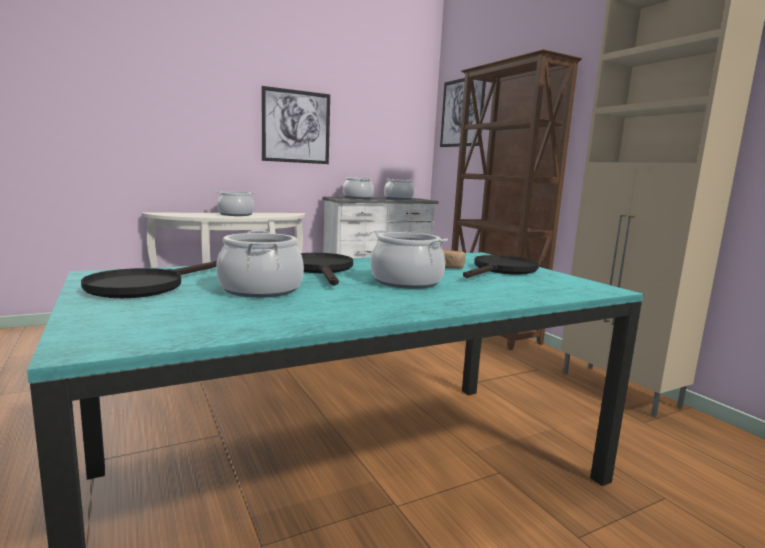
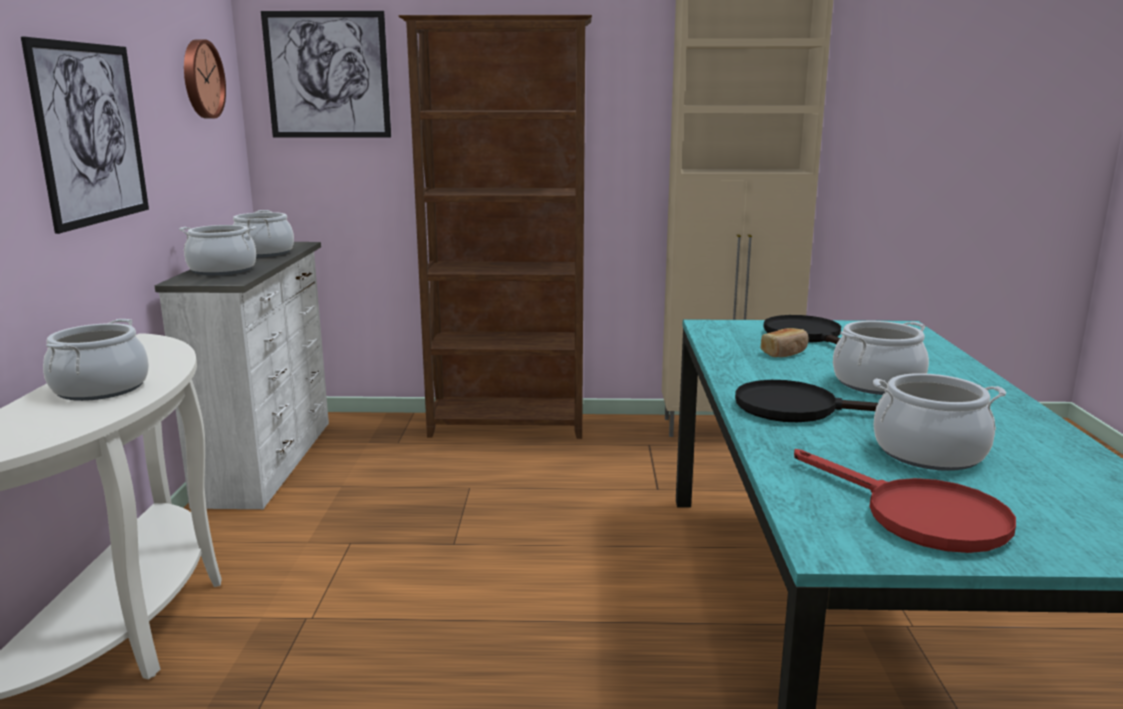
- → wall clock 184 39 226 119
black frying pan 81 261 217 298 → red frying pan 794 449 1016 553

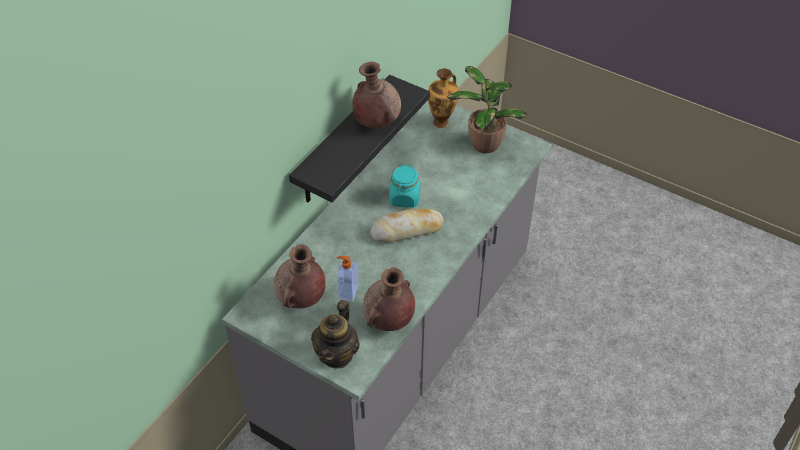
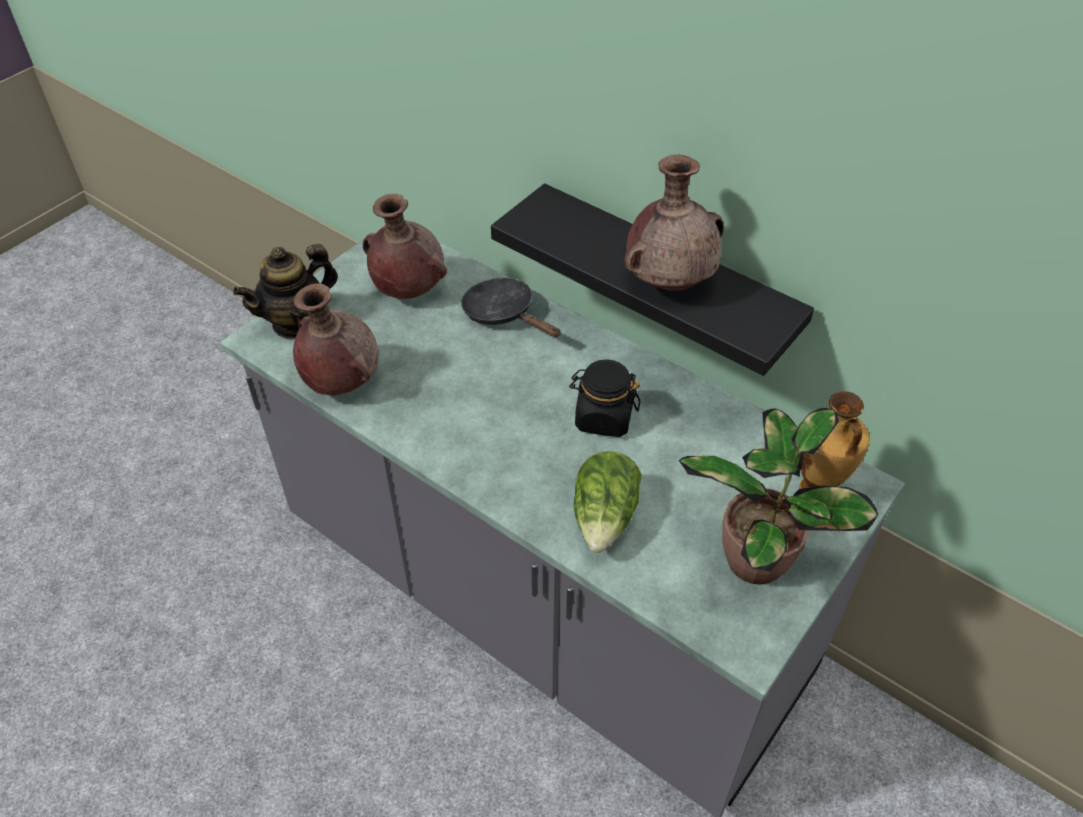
soap dispenser 337 256 358 302 → -
bread 370 209 443 242 → -
- → black frying pan 461 278 561 337
- → lettuce 574 451 642 553
turquoise jar 389 164 420 208 → black jar 569 359 640 437
teapot 311 300 360 369 → teapot 233 244 338 340, 60 degrees counterclockwise

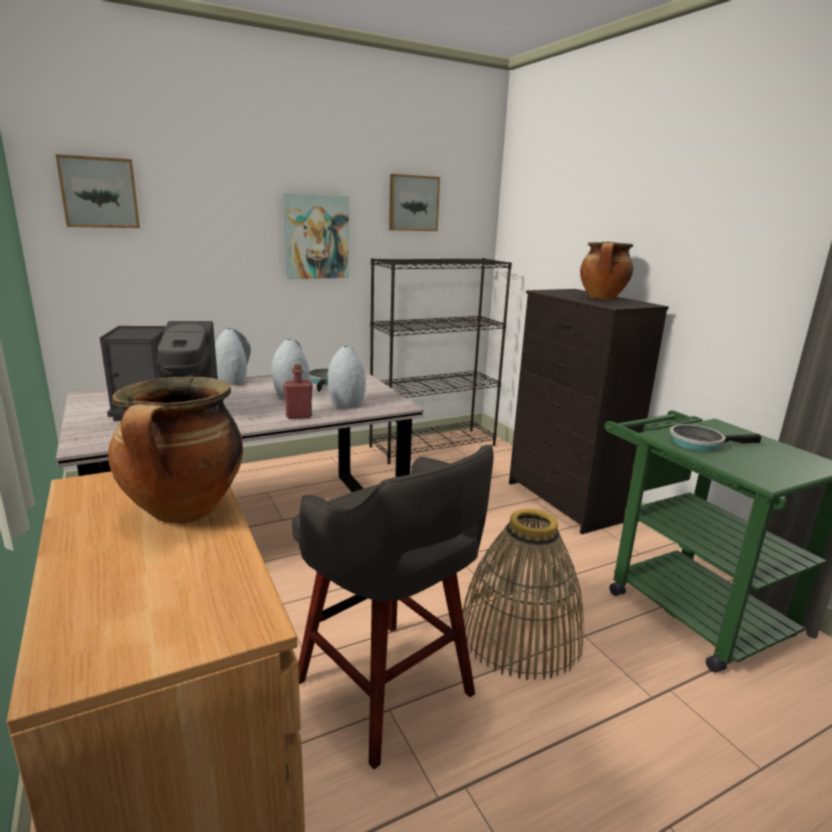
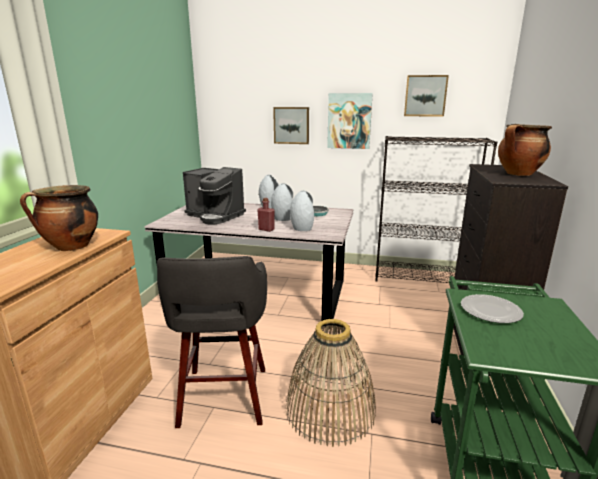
picture 55 154 140 228 → picture 273 107 309 144, relocated
frying pan 670 424 761 452 → plate 461 294 524 323

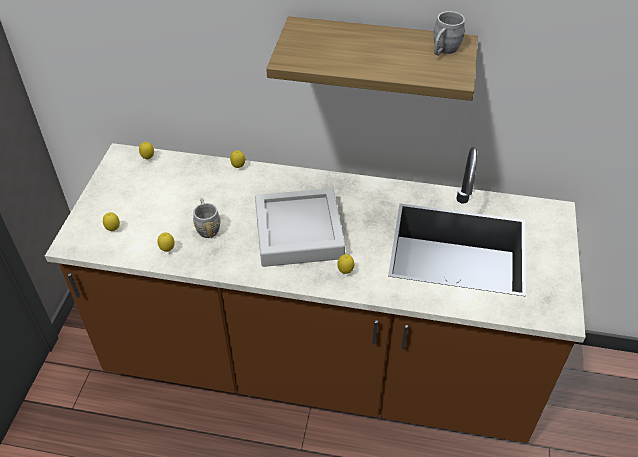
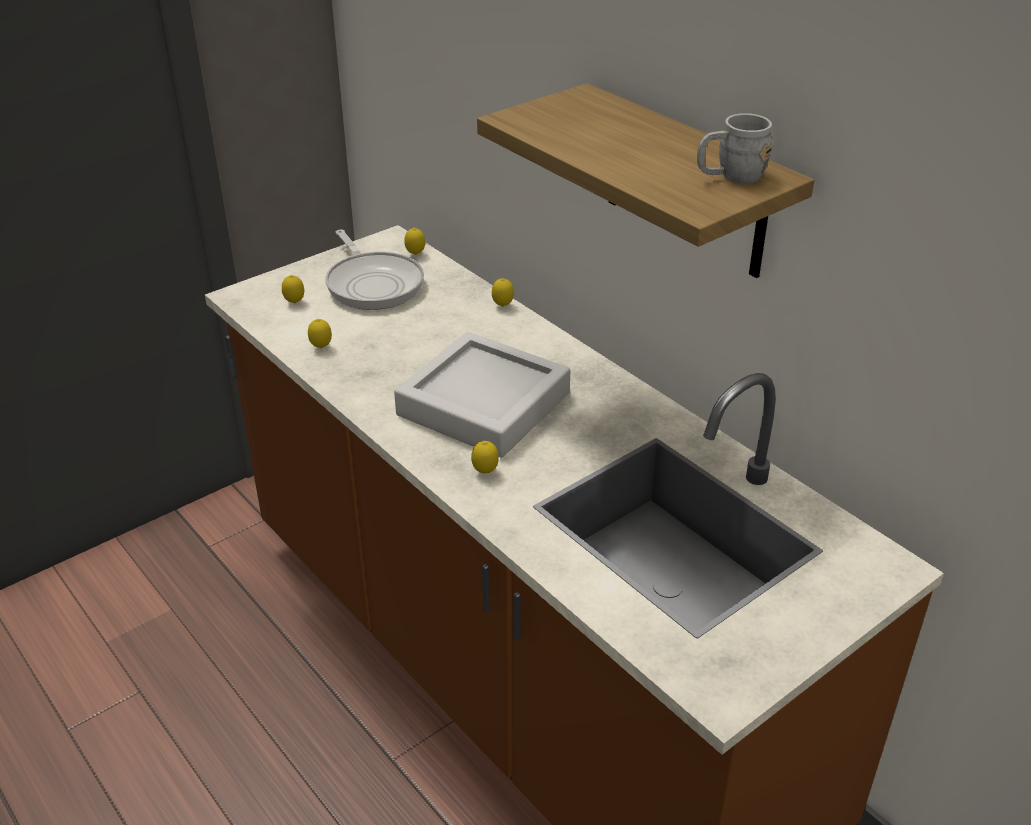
grey mug 193 198 220 238 → -
- → frying pan 325 229 424 310

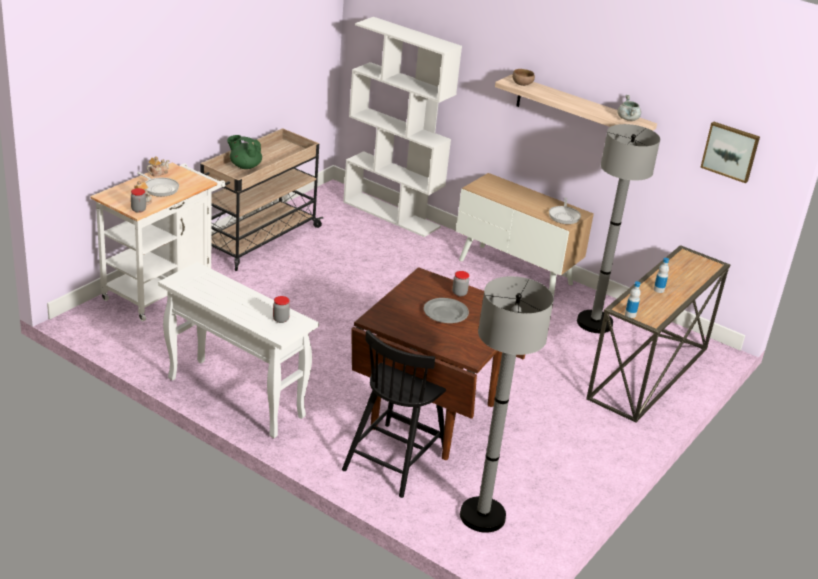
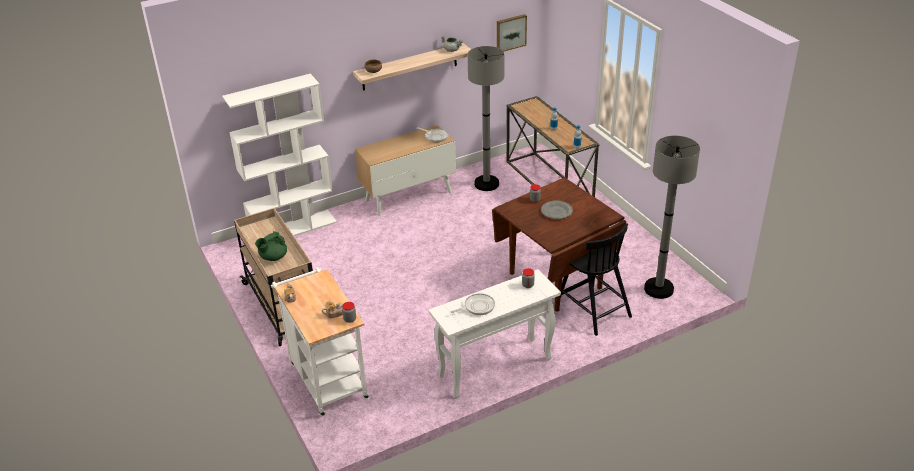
frying pan 137 172 179 197 → frying pan 451 293 495 315, relocated

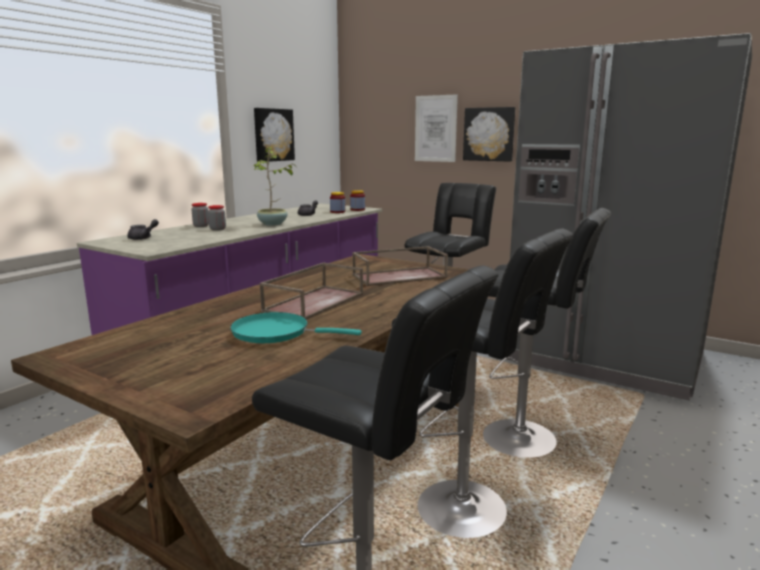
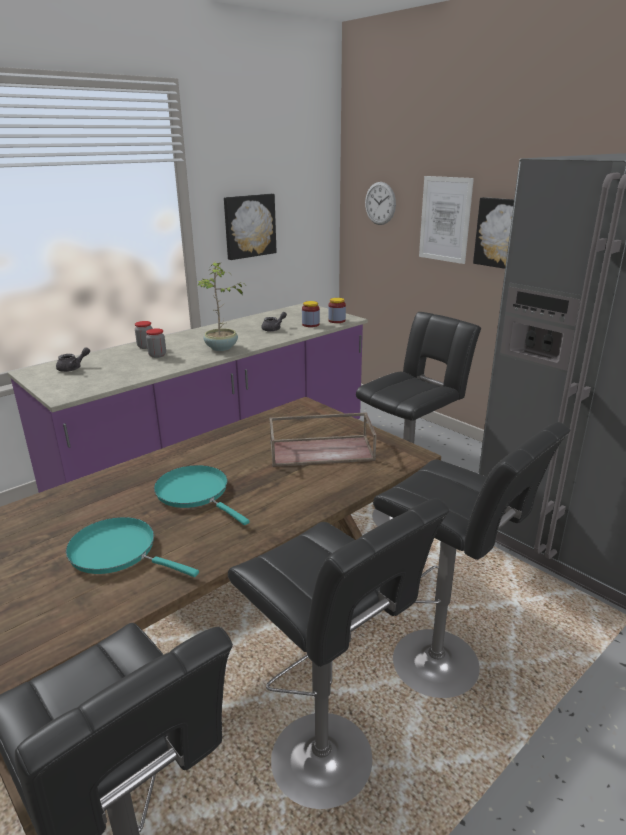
- → wall clock 365 182 396 225
brown tray 259 263 363 319 → turquoise frying pan 154 465 250 525

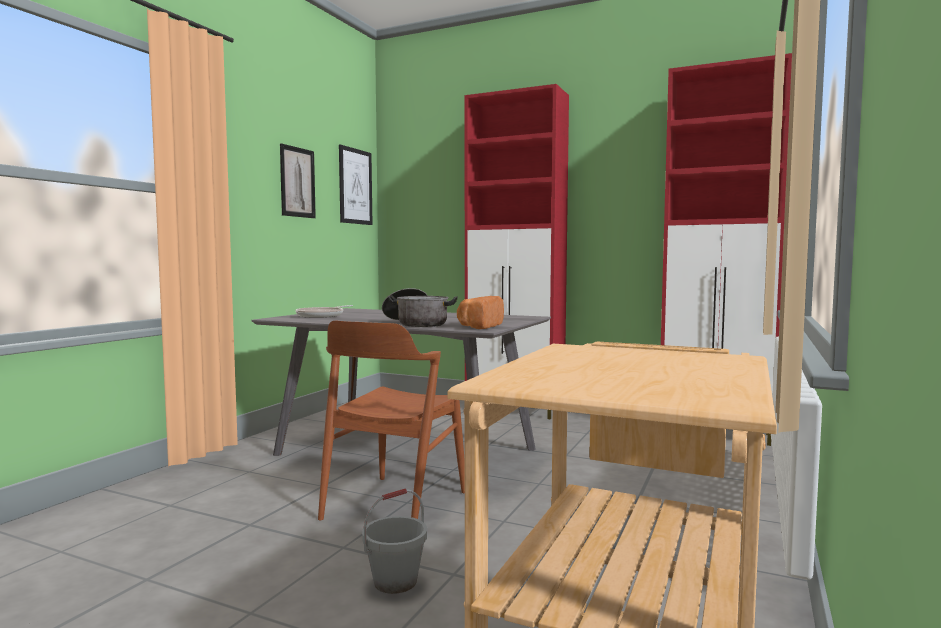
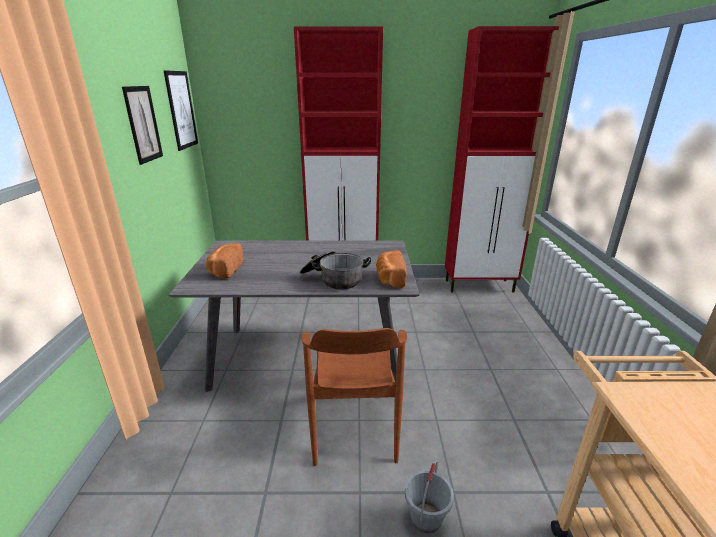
frying pan 296 305 353 318 → bread 205 243 244 278

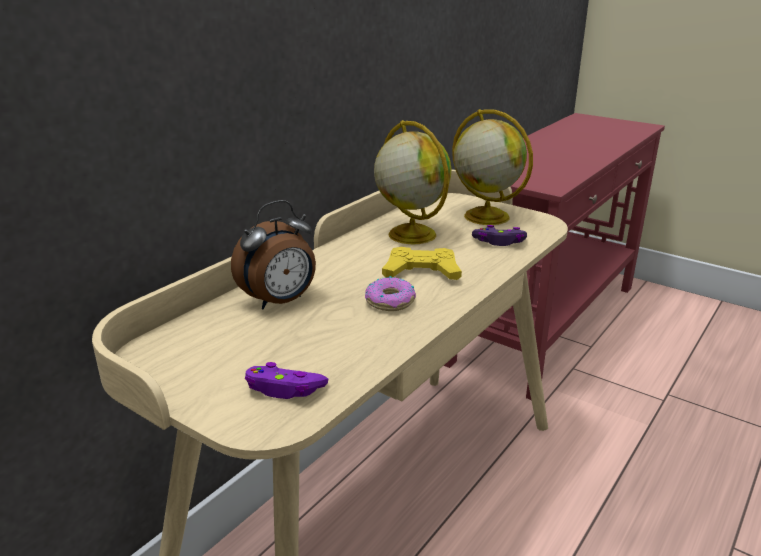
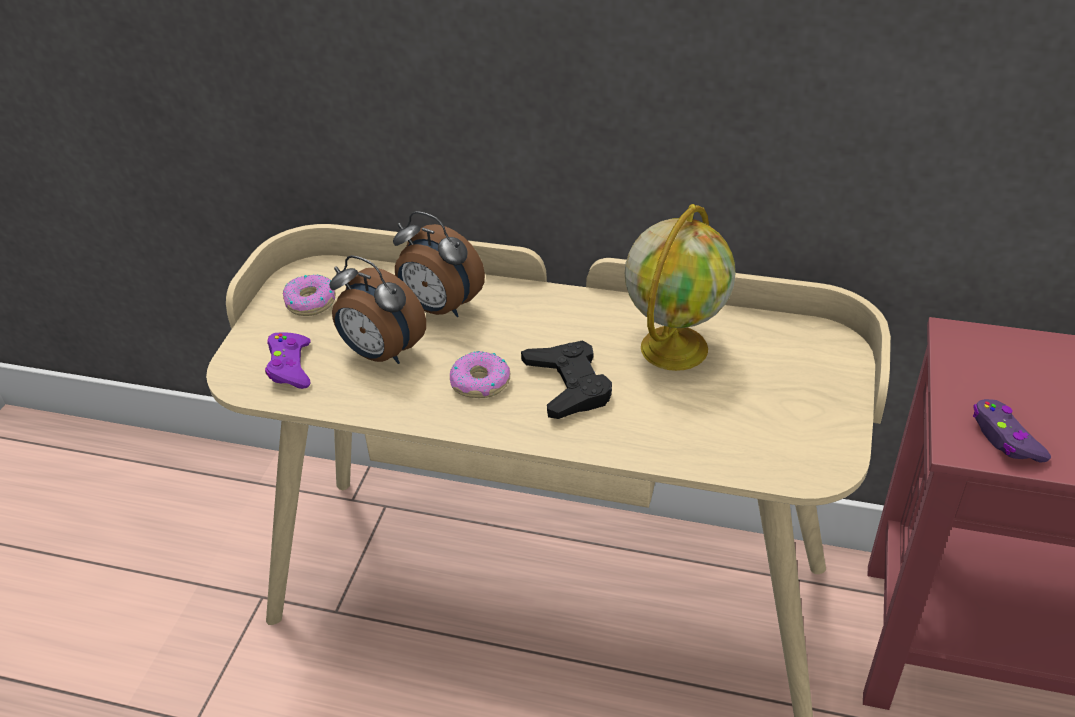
globe 452 109 533 225 → -
- → donut 283 275 336 316
- → alarm clock 329 255 426 364
purple game controller 472 225 527 246 → purple game controller 973 399 1051 463, relocated
yellow game controller 382 247 462 280 → black game controller 521 340 612 419

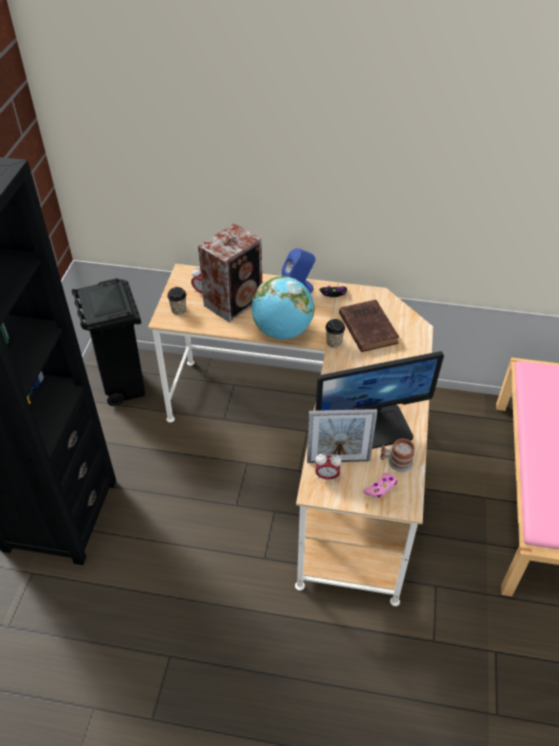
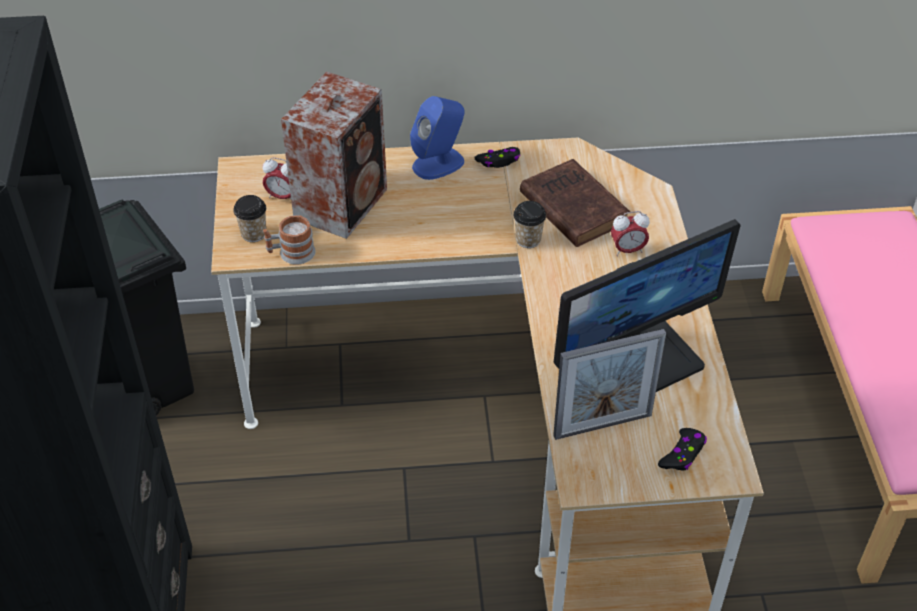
globe 251 276 314 339 → -
alarm clock 315 454 342 480 → alarm clock 611 211 650 256, relocated
mug 380 439 415 472 → mug 263 215 316 265, relocated
pink game controller 363 473 397 498 → black game controller 658 428 707 471

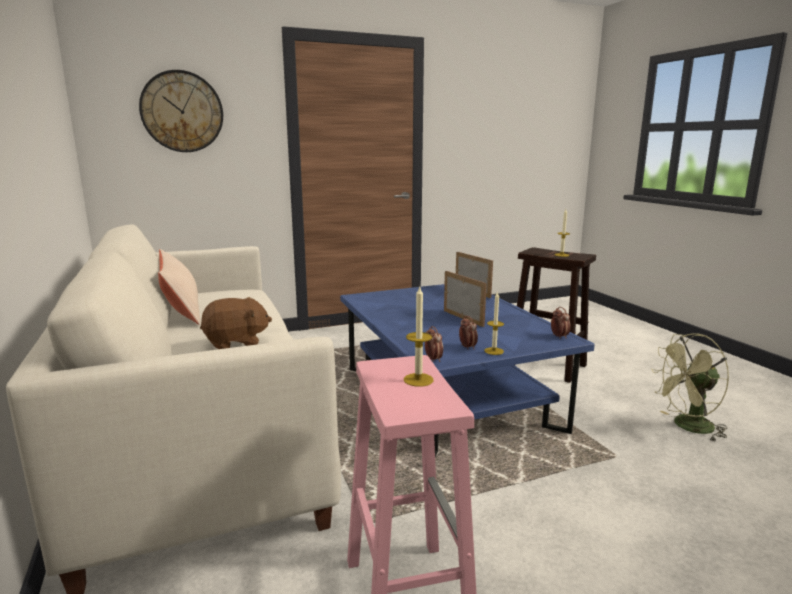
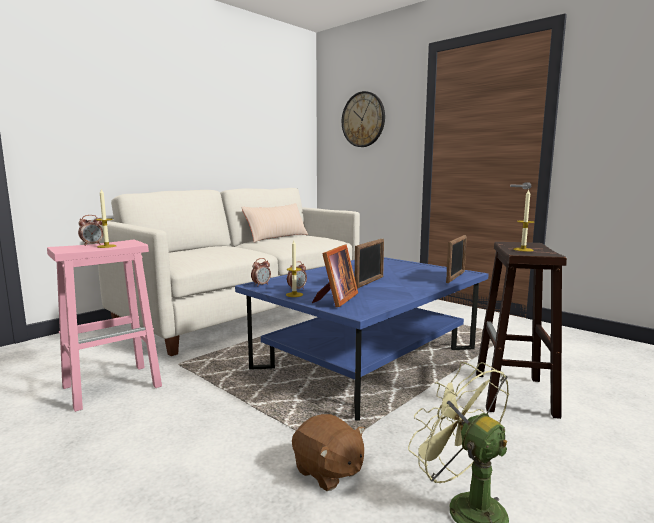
- → picture frame 312 244 358 307
brown plush toy 200 297 272 349 → brown plush toy 292 414 365 491, relocated
alarm clock 551 307 571 339 → alarm clock 78 215 103 246, relocated

